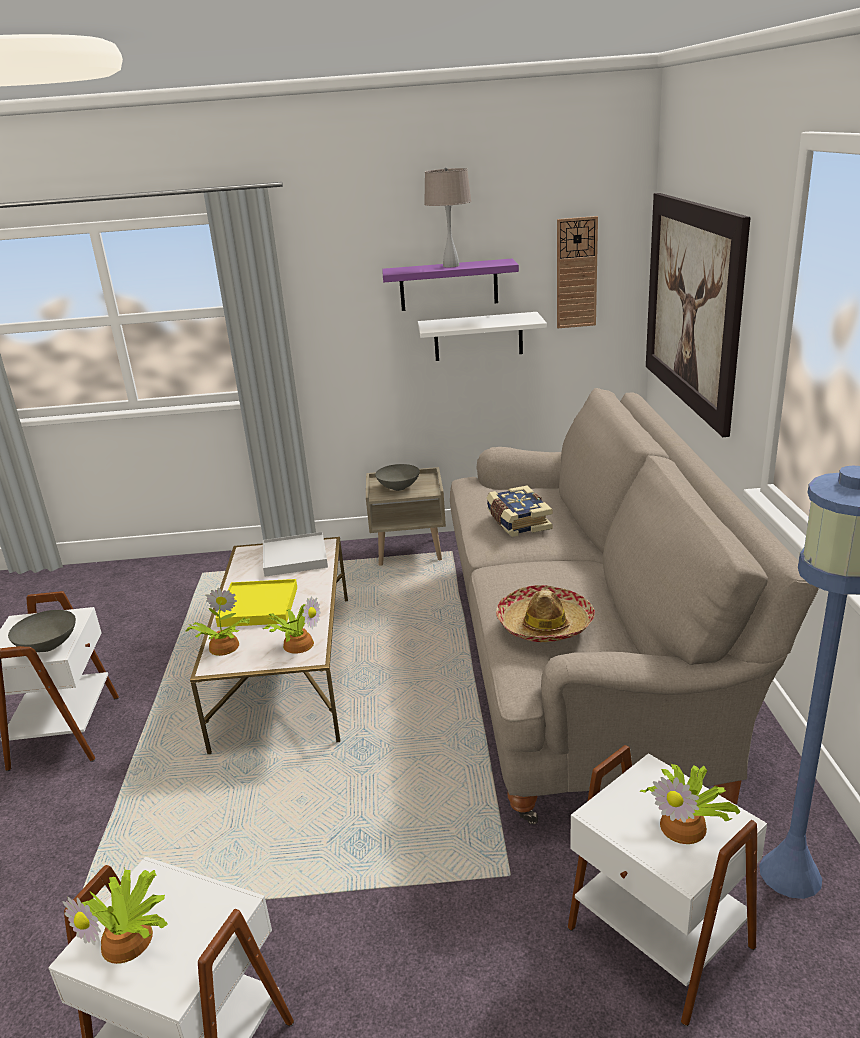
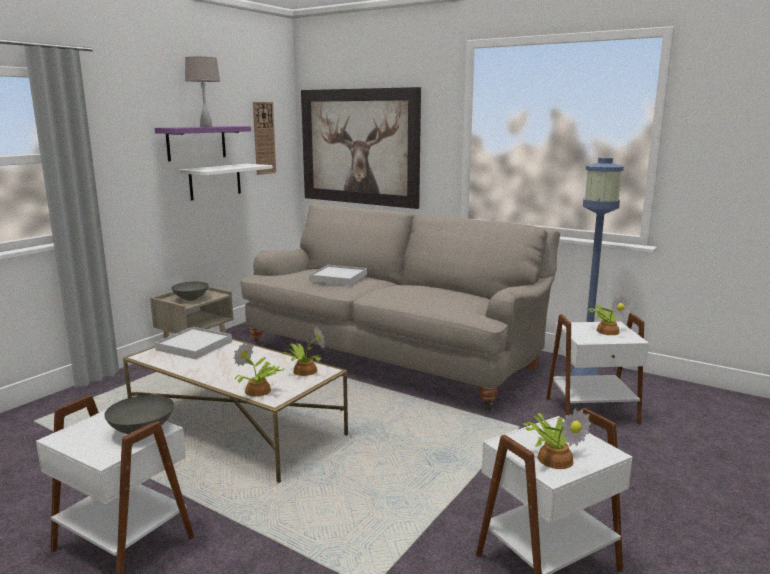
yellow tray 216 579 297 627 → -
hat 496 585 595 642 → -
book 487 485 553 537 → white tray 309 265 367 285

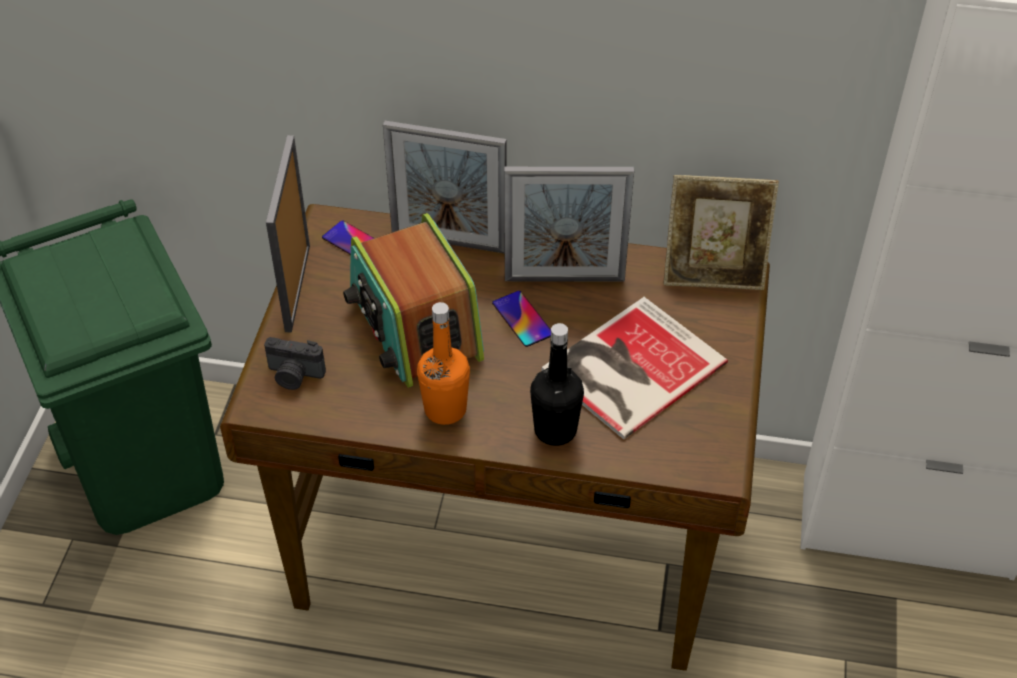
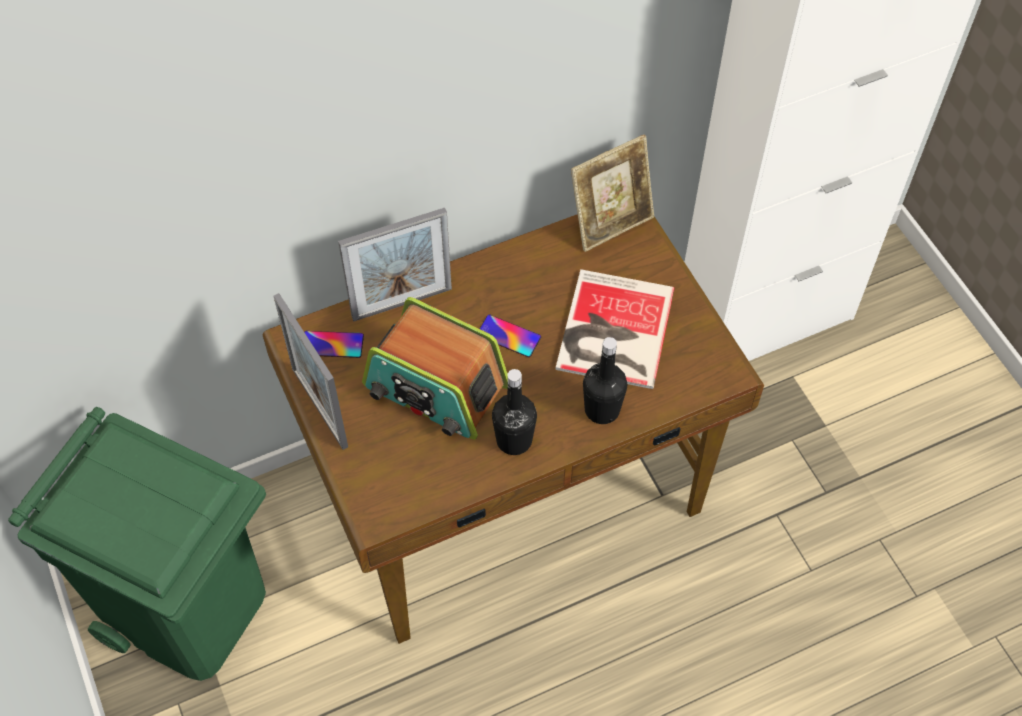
photo camera 264 337 326 390 → -
picture frame 504 167 634 282 → -
orange bottle 417 302 470 425 → black bottle 492 369 537 455

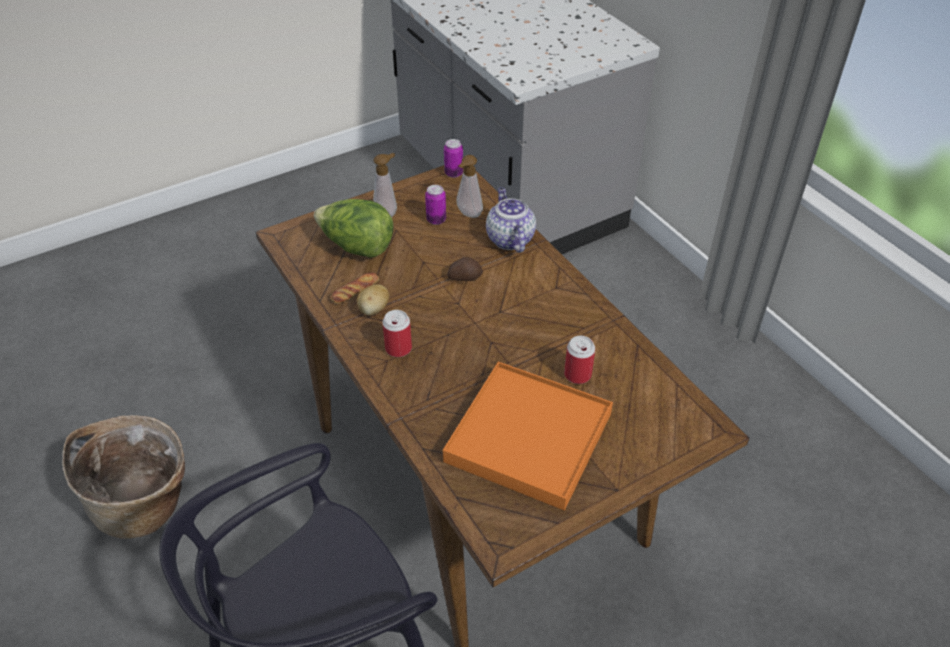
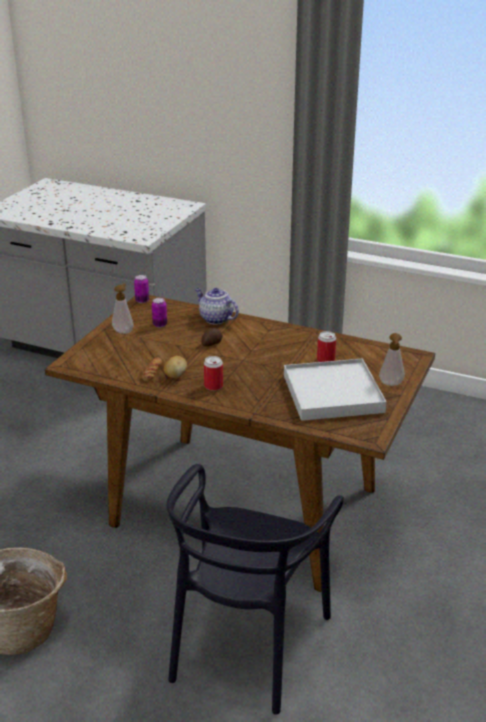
lettuce 314 199 394 257 → -
soap dispenser 457 155 483 218 → soap dispenser 379 333 405 386, relocated
orange tray 443 362 613 511 → white tray 284 358 387 421

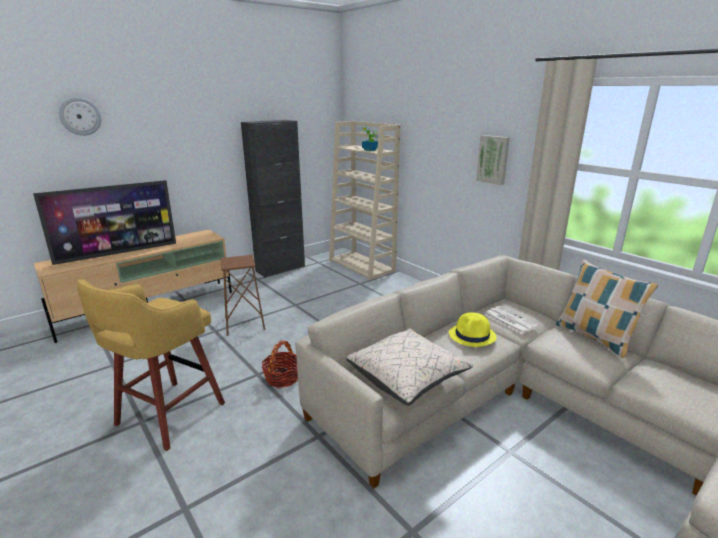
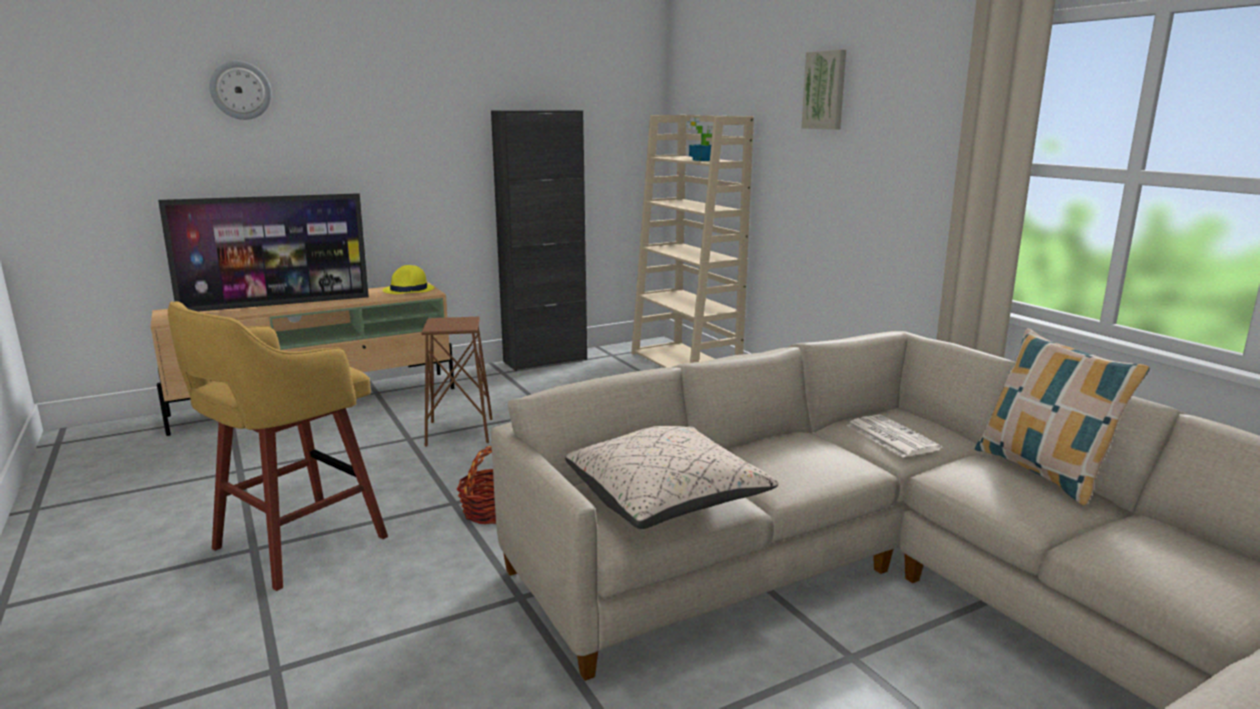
yellow hat 449 312 497 347 → yellow hat 383 265 435 294, relocated
picture 476 135 510 185 → picture 801 49 846 130, relocated

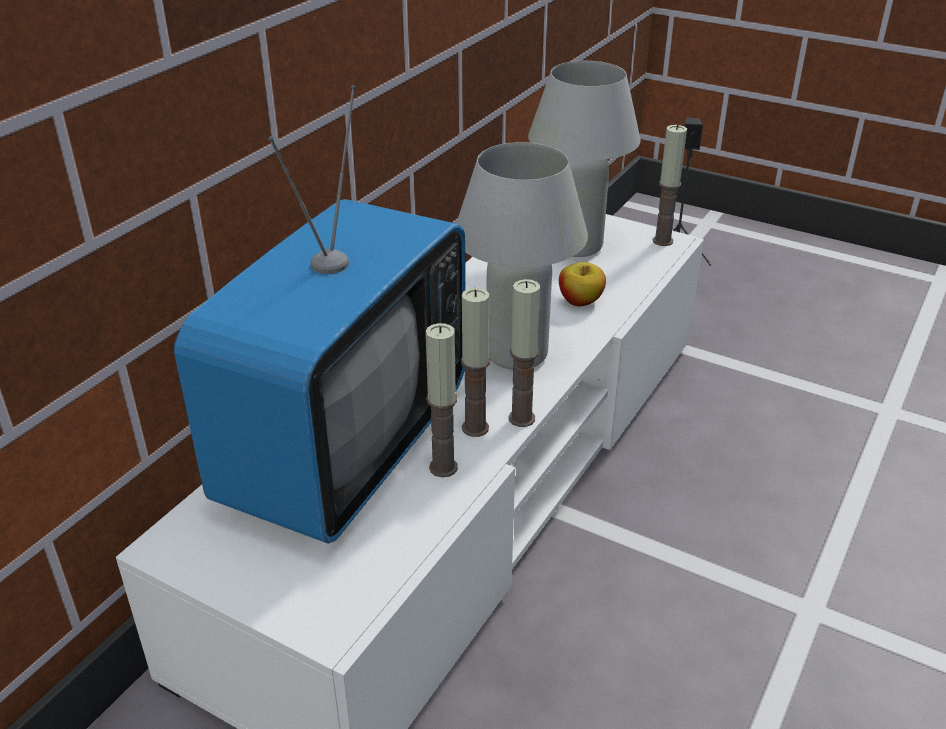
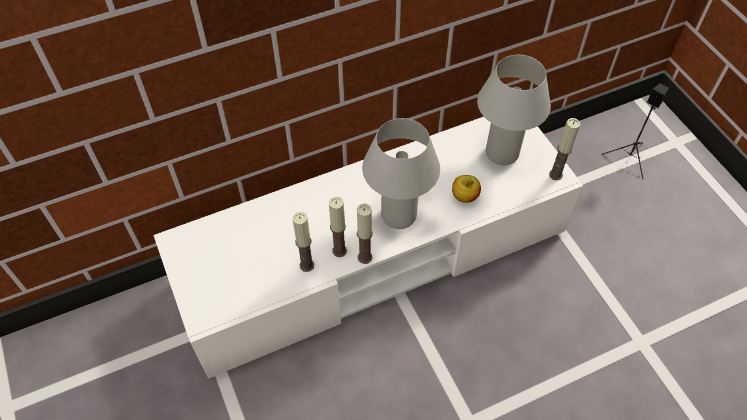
television 174 85 465 543 → -

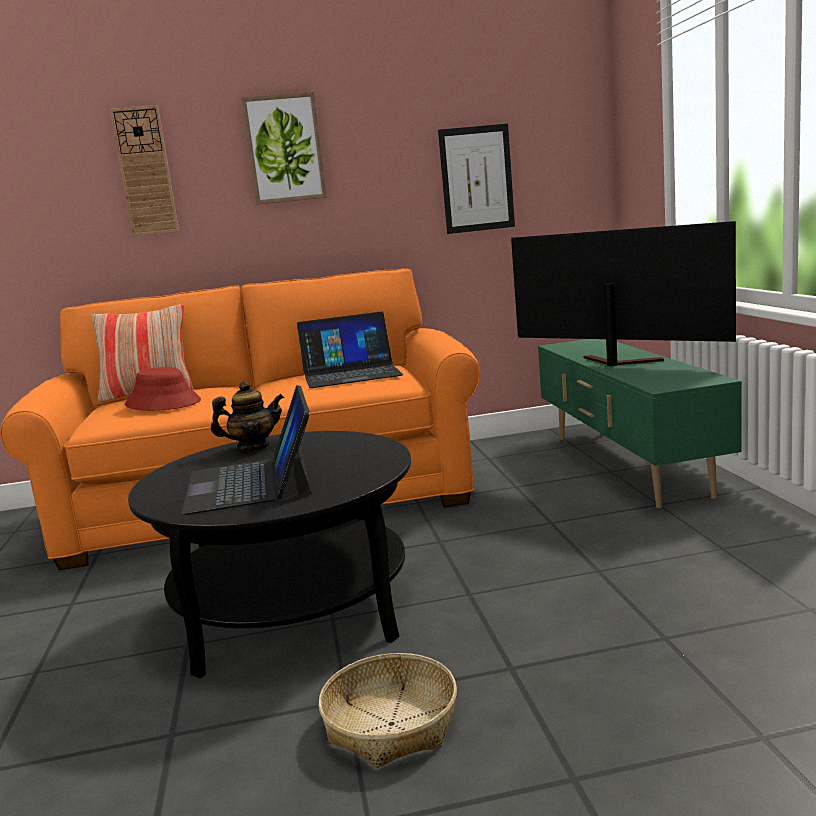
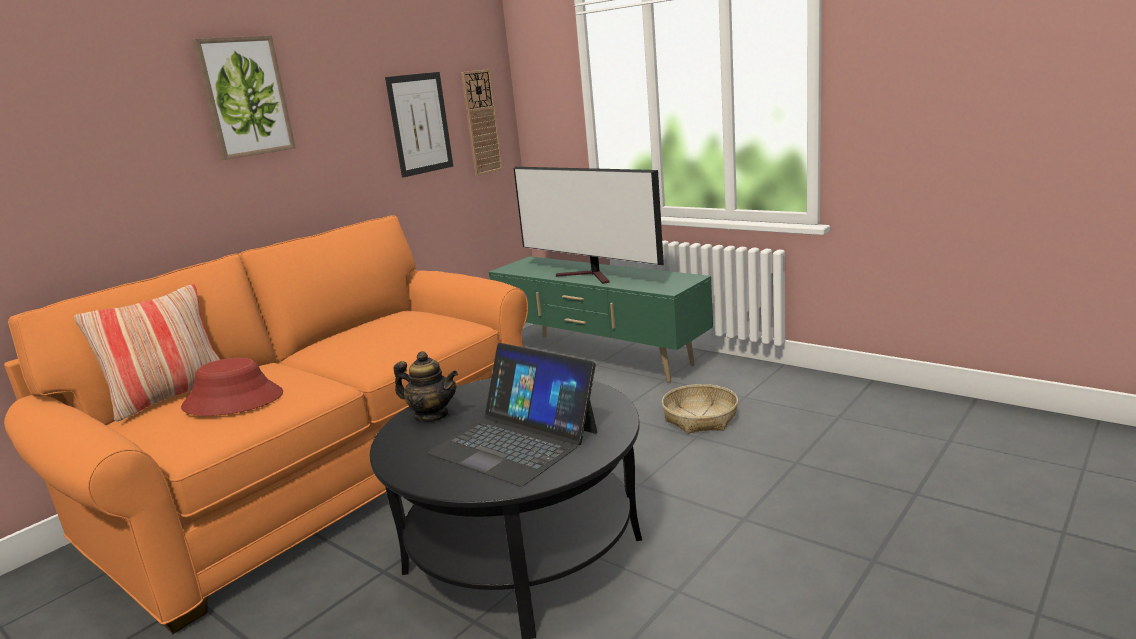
laptop 297 312 403 388 → -
wall clock 110 105 179 236 → wall clock 461 69 503 176, relocated
basket 319 653 457 768 → basket 662 384 738 434, relocated
teapot 211 381 284 451 → teapot 394 351 458 422, 75 degrees clockwise
television 511 221 736 366 → television 514 167 664 284, 135 degrees counterclockwise

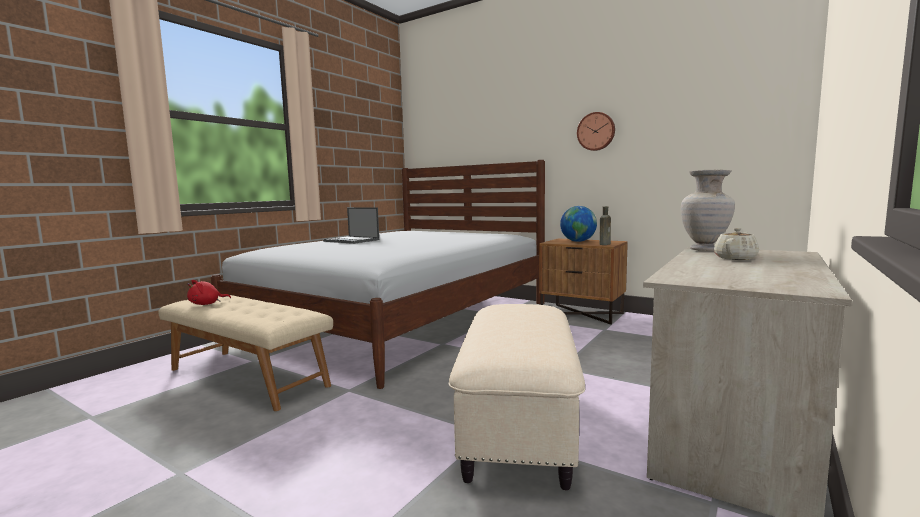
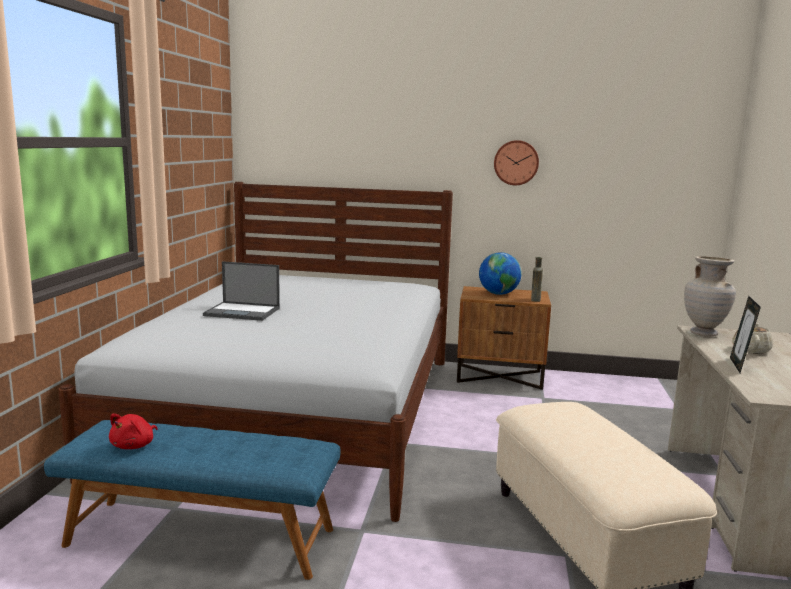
- → picture frame 730 296 761 373
beige bench 158 295 333 411 → blue bench 44 420 341 580

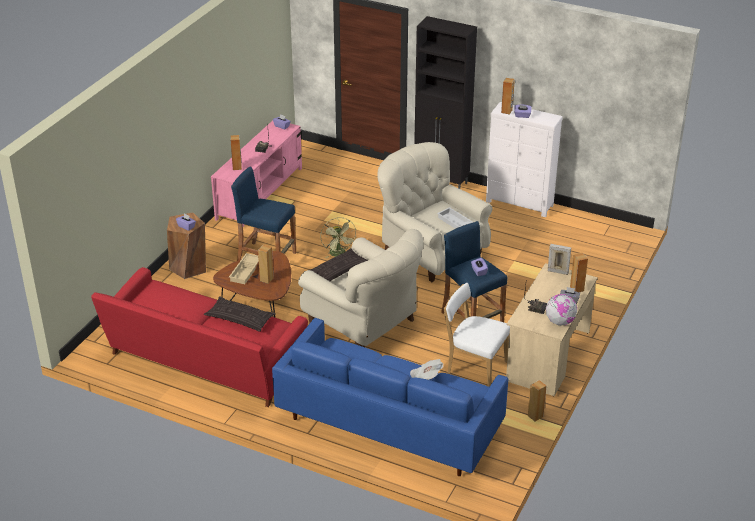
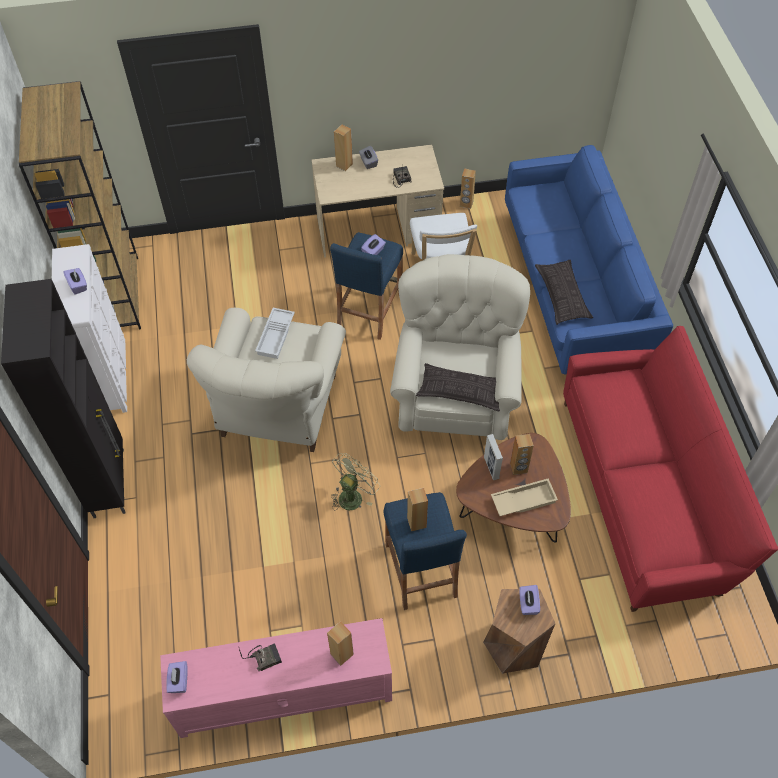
newspaper 410 359 443 380 → -
globe 546 294 577 326 → -
- → brown bookcase 19 81 141 329
pillow 204 296 276 332 → pillow 535 260 593 325, relocated
brown speaker 501 78 515 115 → brown speaker 407 488 428 531, relocated
picture frame 548 244 571 275 → picture frame 484 434 503 480, relocated

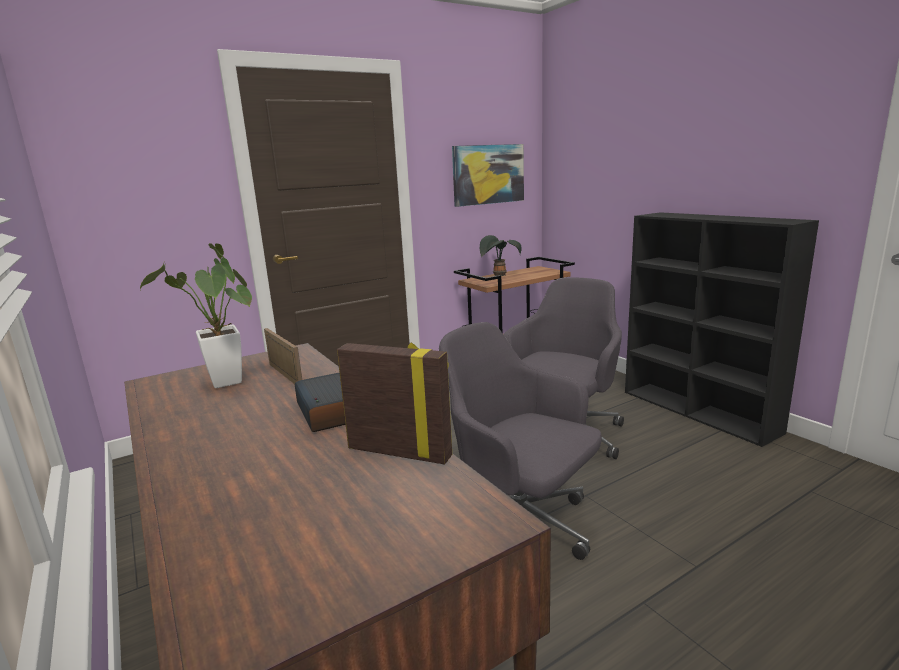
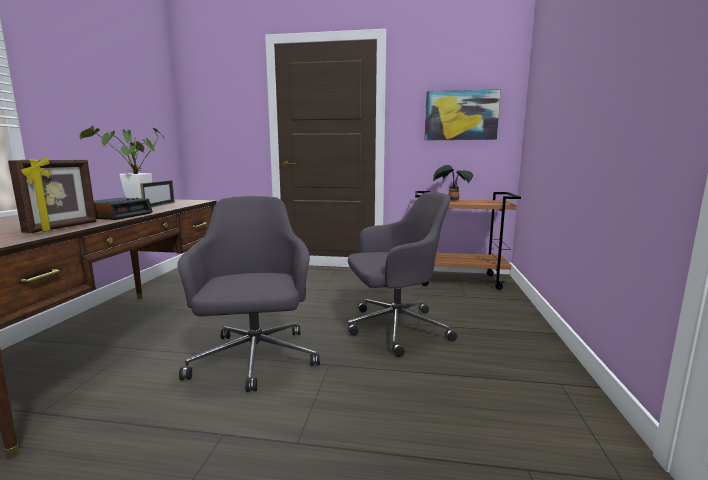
black bookcase 625 212 819 447 → -
picture frame 337 343 452 464 → picture frame 8 157 97 233, 45 degrees clockwise

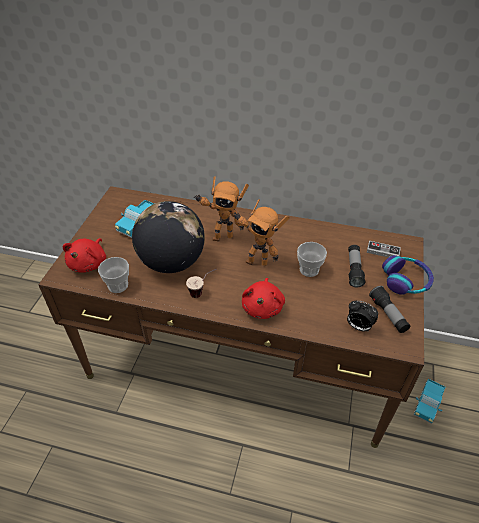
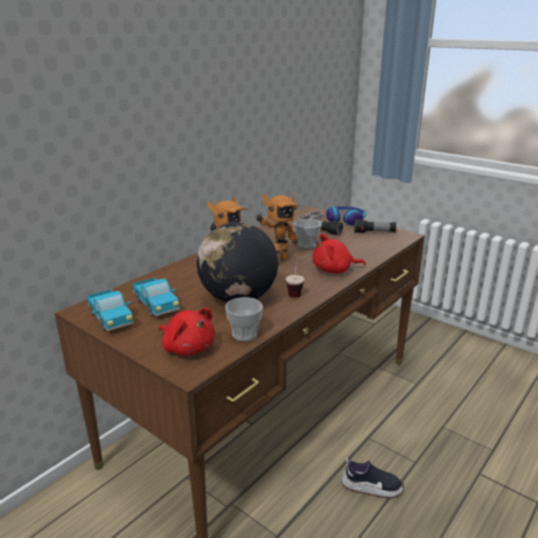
alarm clock 347 301 378 331 → -
- → shoe 341 459 404 498
toy truck 413 379 445 424 → toy truck 87 289 134 331, relocated
red plush toy 242 278 285 319 → red plush toy 313 234 366 274, 135 degrees clockwise

